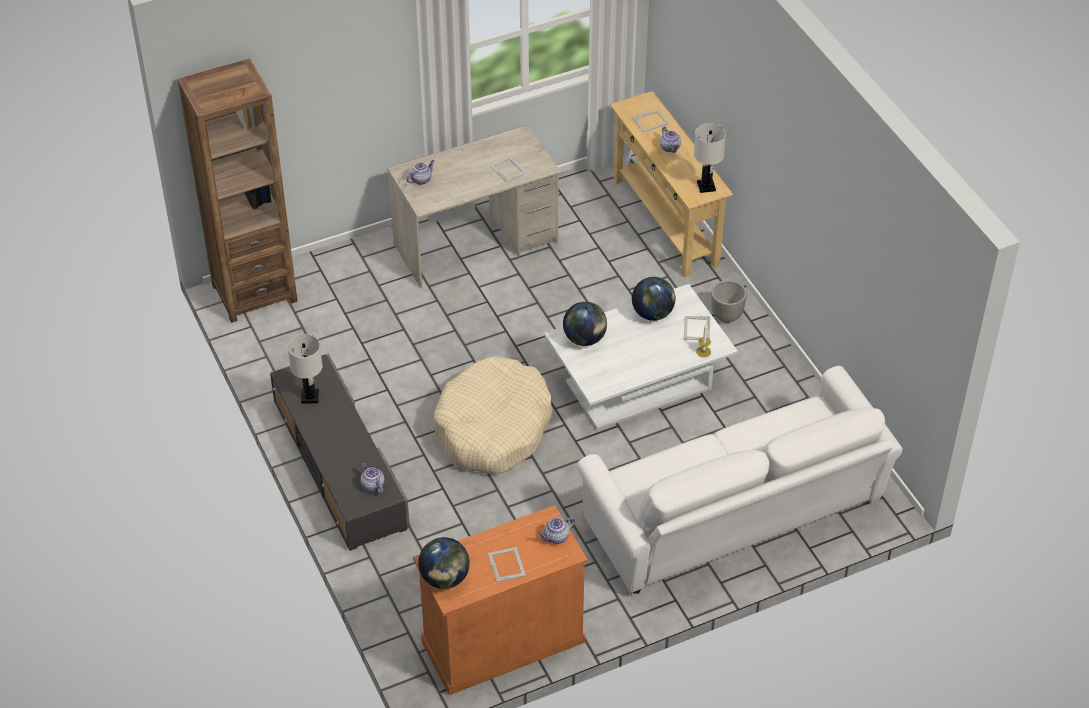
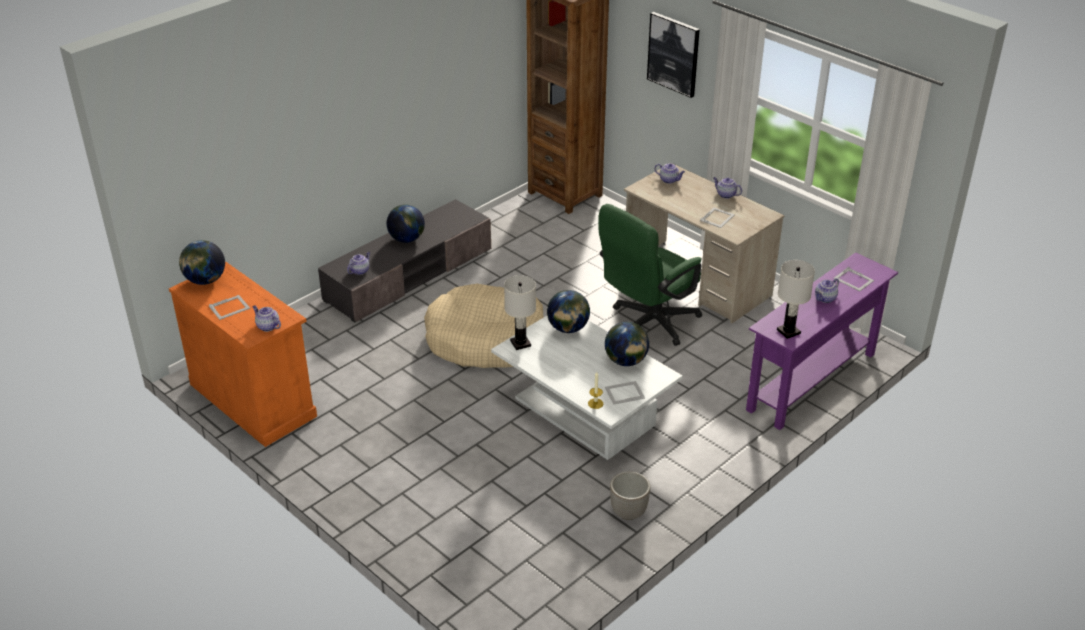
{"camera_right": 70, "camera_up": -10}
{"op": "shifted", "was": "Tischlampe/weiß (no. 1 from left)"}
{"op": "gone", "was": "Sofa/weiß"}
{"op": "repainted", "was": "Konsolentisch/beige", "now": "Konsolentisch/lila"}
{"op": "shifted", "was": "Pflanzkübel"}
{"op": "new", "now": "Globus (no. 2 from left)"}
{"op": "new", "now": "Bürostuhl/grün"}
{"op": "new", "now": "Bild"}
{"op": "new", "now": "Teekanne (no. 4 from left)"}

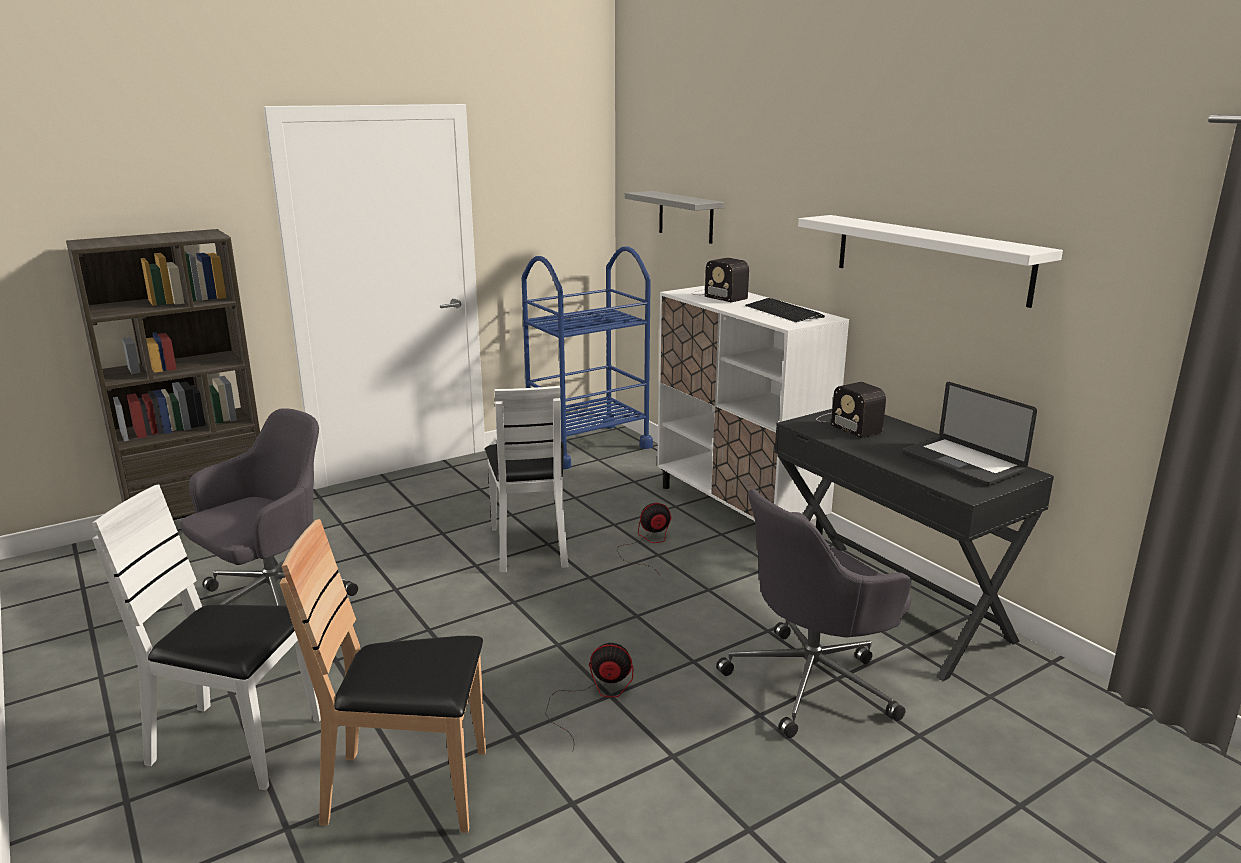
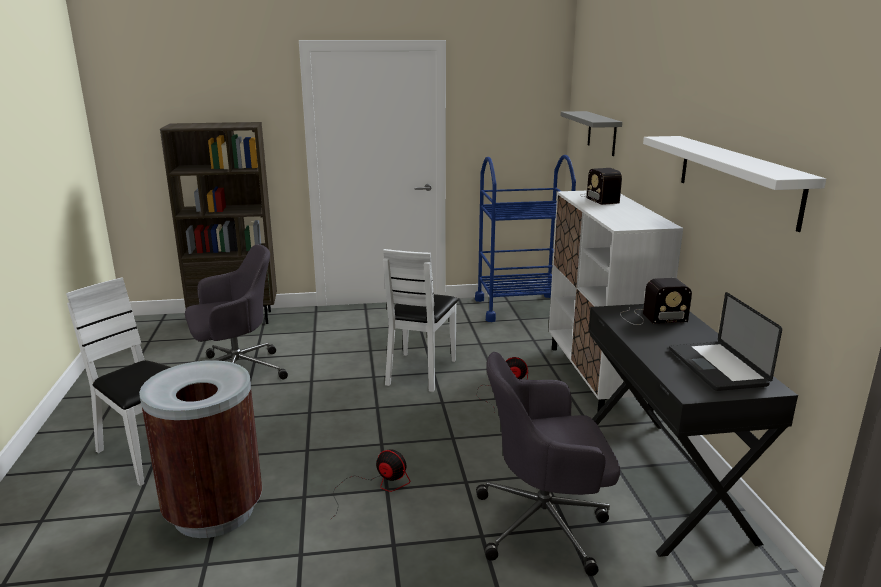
{"camera_right": 25, "camera_up": 0}
{"op": "swapped", "was": "Stuhl/braun", "now": "Mülleimer/braun"}
{"op": "gone", "was": "Tastatur"}
{"op": "rotated", "was": "Radio (no. 2 from left)", "clockwise": -90}

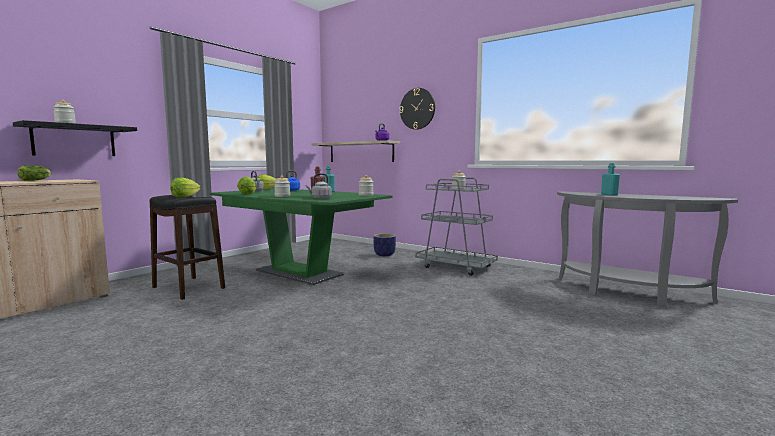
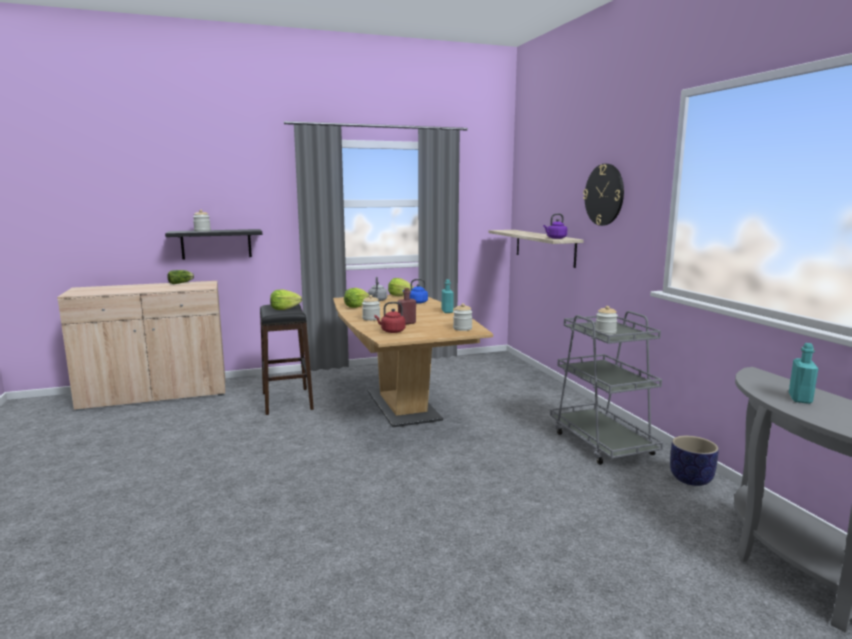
{"camera_right": 35, "camera_up": 5}
{"op": "repainted", "was": "Esstisch/grün", "now": "Esstisch/braun"}
{"op": "repainted", "was": "Wasserkessel/grau (no. 2 from left)", "now": "Wasserkessel/rot"}
{"op": "shifted", "was": "Pflanzkübel"}

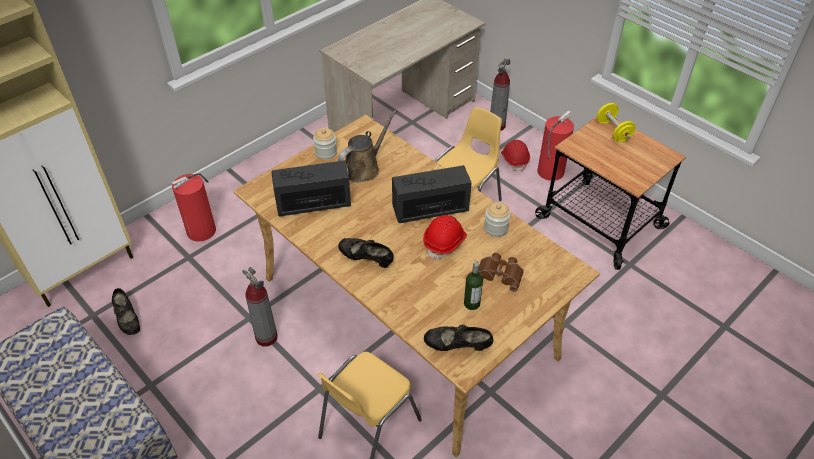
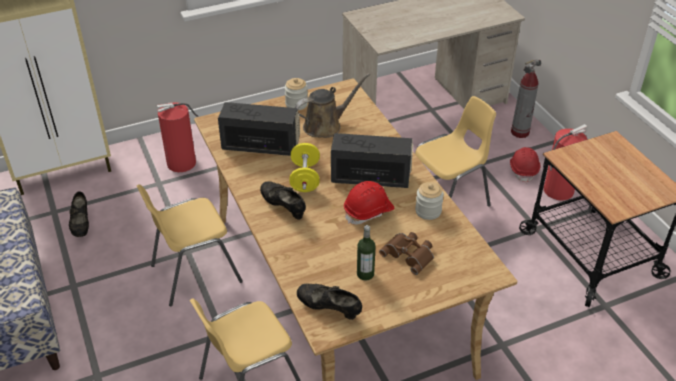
{"camera_right": 20, "camera_up": -5}
{"op": "swapped", "was": "Feuerlöscher (no. 2 from left)", "now": "Stuhl/gelb (no. 1 from left)"}
{"op": "shifted", "was": "Hantel/gelb"}

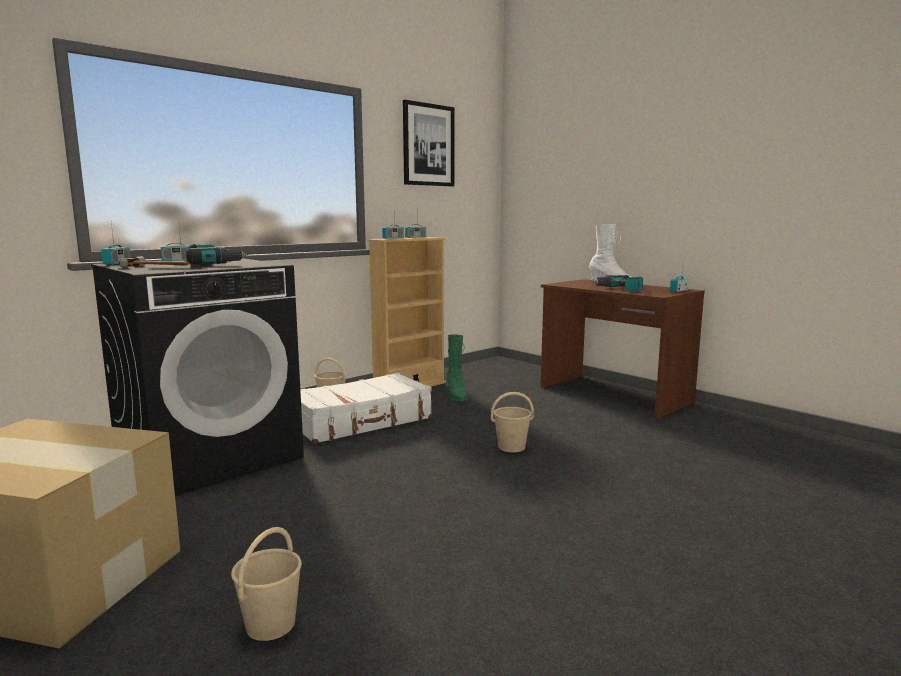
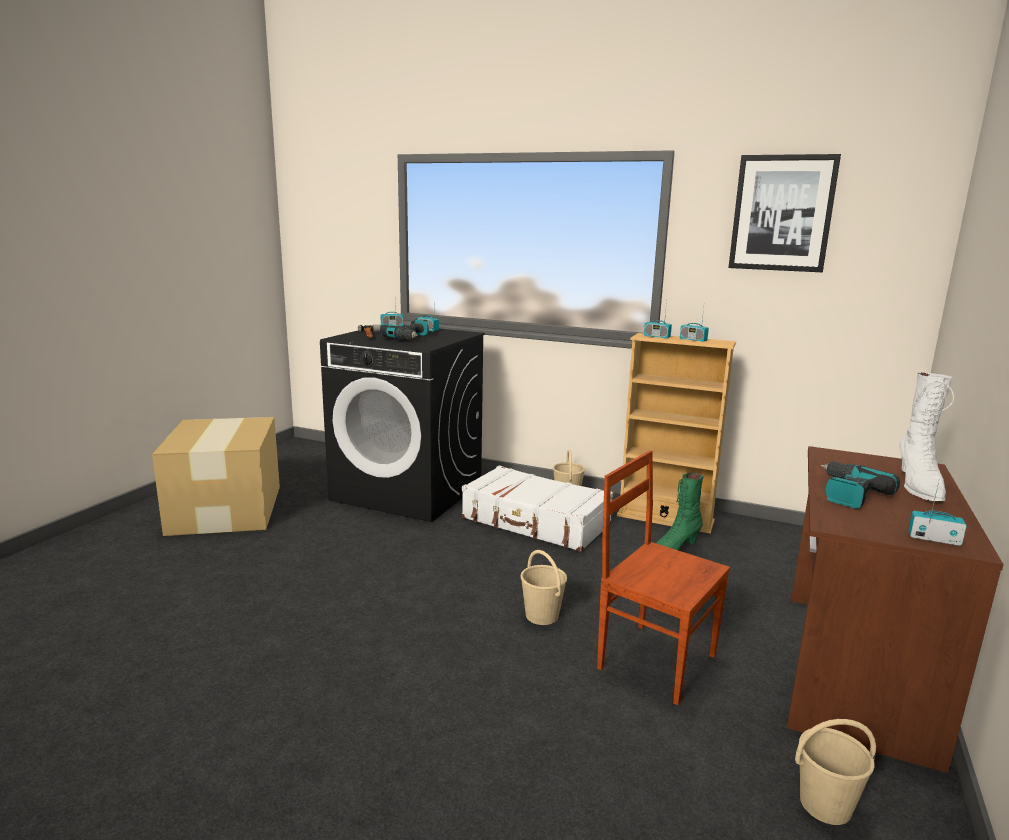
{"camera_right": 65, "camera_up": 5}
{"op": "shifted", "was": "Eimer/beige (no. 1 from left in the first image)", "now": "Eimer/beige (no. 3 from left)"}
{"op": "new", "now": "Stuhl/braun"}

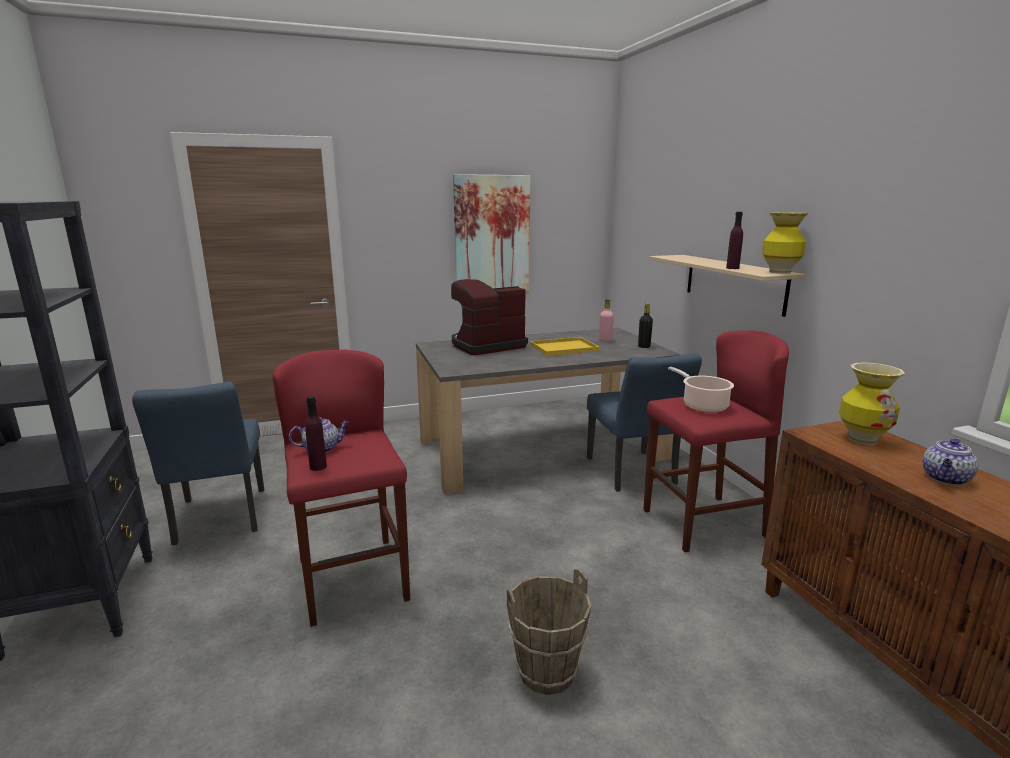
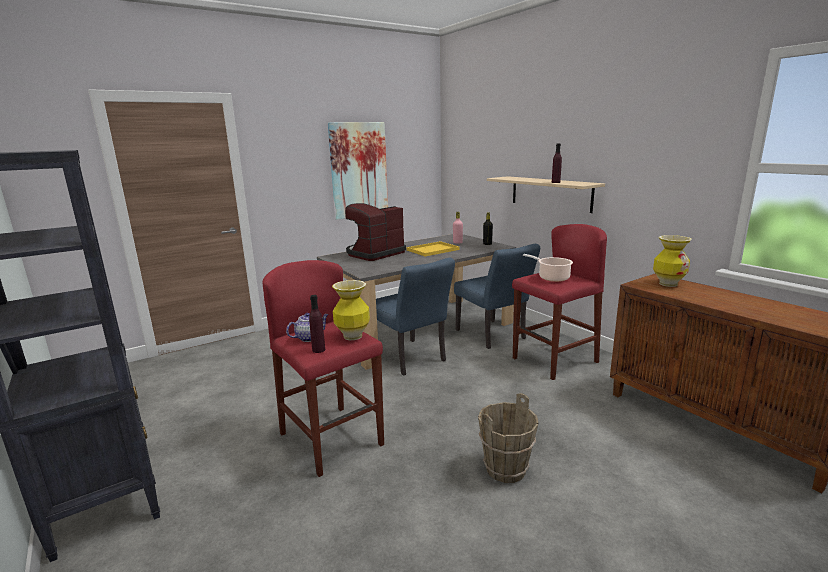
{"camera_right": -15, "camera_up": 0}
{"op": "shifted", "was": "Stuhl/blau (no. 1 from left)"}
{"op": "shifted", "was": "Vase (no. 1 from left)"}
{"op": "gone", "was": "Teekanne (no. 2 from left)"}

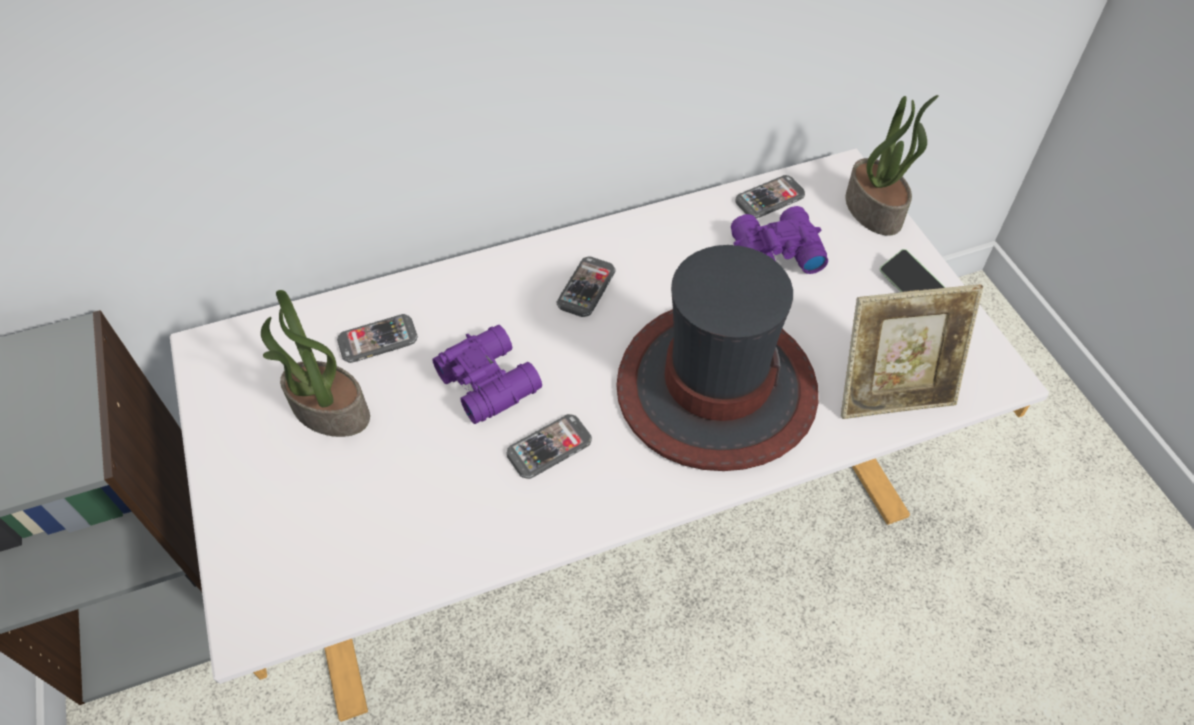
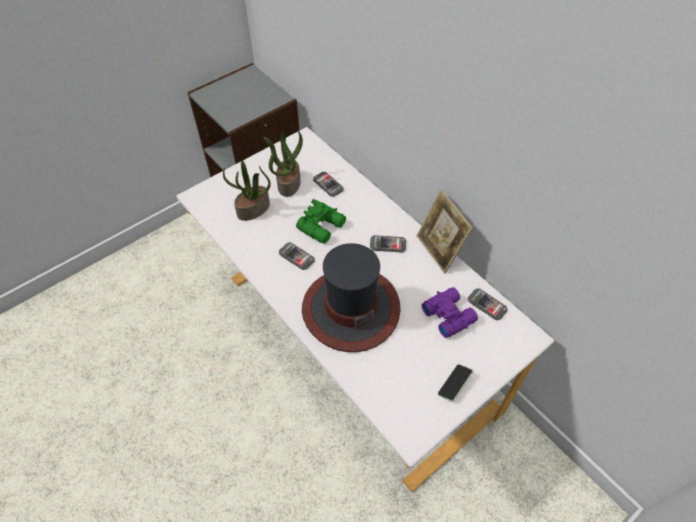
{"camera_right": 70, "camera_up": 0}
{"op": "repainted", "was": "Fernglas/lila (no. 1 from left)", "now": "Fernglas/grün"}
{"op": "shifted", "was": "Bilderrahmen"}
{"op": "shifted", "was": "Topfpflanze (no. 2 from left in the first image)", "now": "Topfpflanze (no. 1 from left)"}

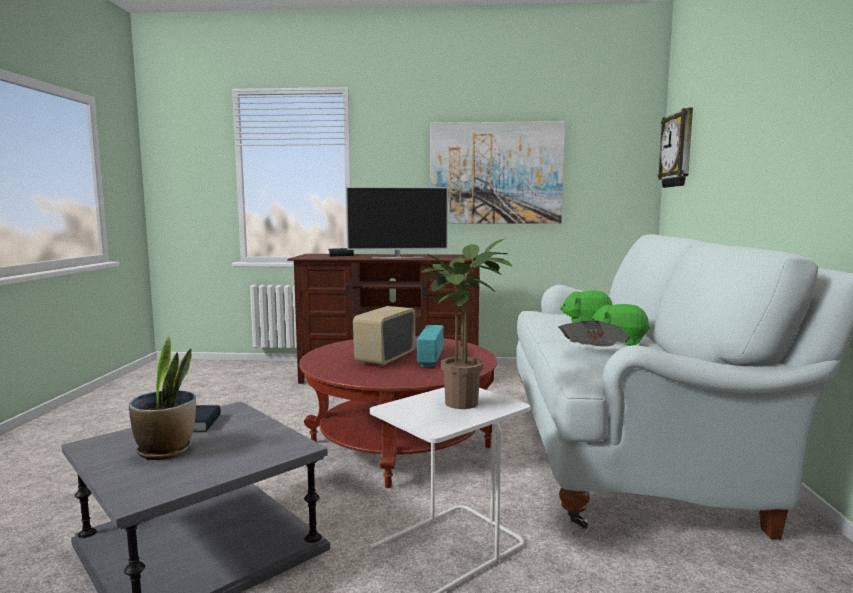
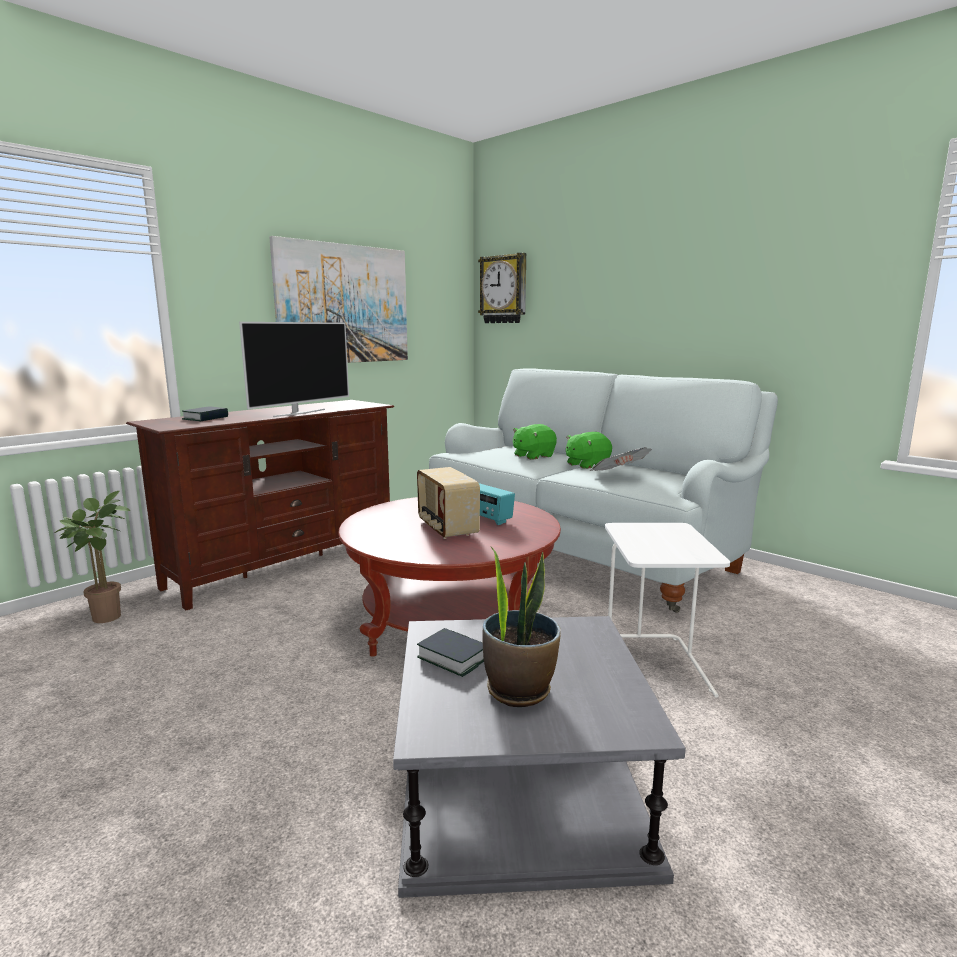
{"camera_right": -50, "camera_up": 5}
{"op": "shifted", "was": "Topfpflanze (no. 2 from left in the first image)", "now": "Topfpflanze (no. 1 from left)"}

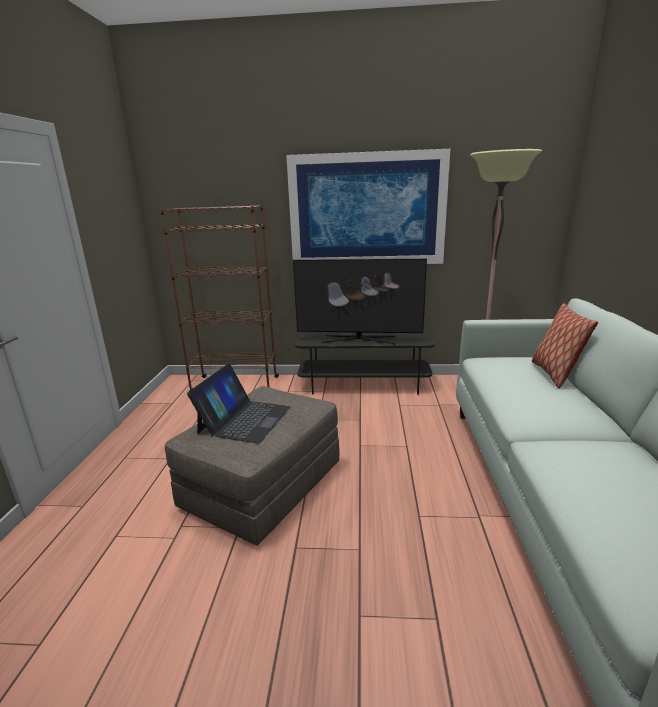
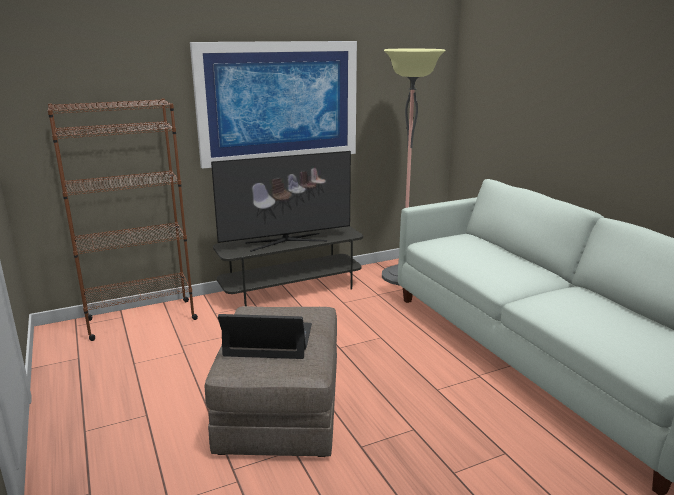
{"camera_right": -30, "camera_up": 0}
{"op": "rotated", "was": "Laptop", "clockwise": -75}
{"op": "gone", "was": "Kissen"}

